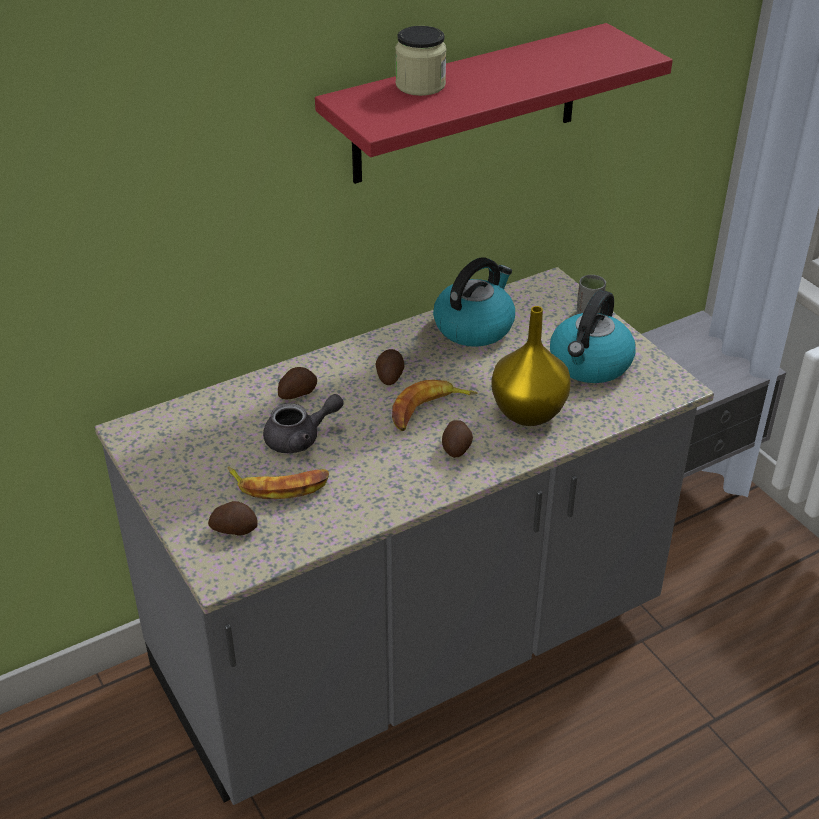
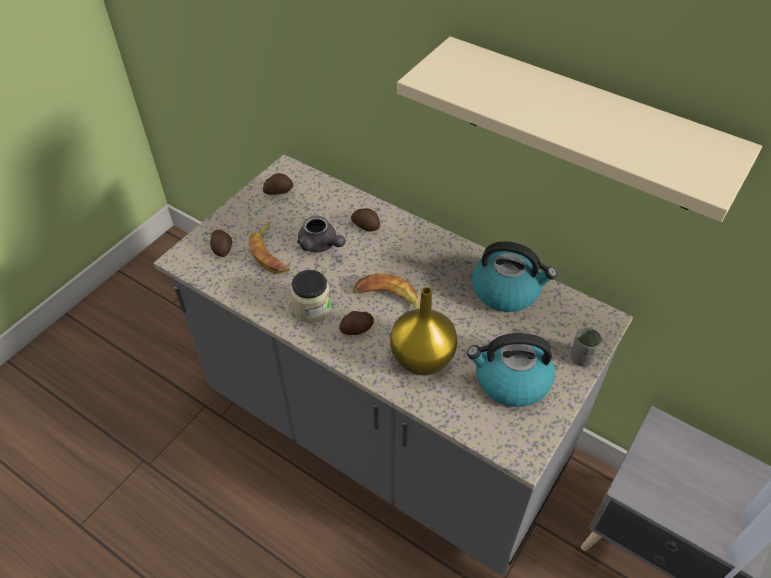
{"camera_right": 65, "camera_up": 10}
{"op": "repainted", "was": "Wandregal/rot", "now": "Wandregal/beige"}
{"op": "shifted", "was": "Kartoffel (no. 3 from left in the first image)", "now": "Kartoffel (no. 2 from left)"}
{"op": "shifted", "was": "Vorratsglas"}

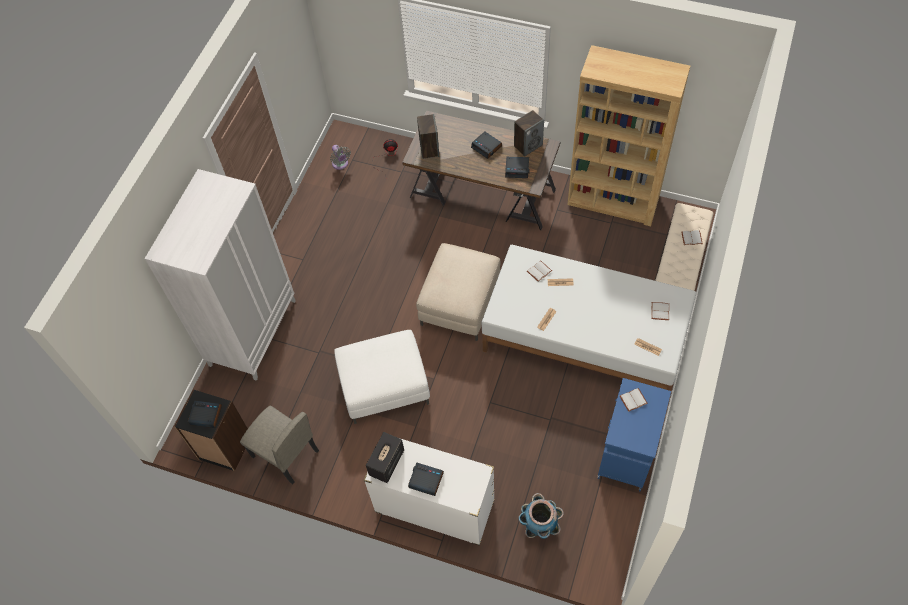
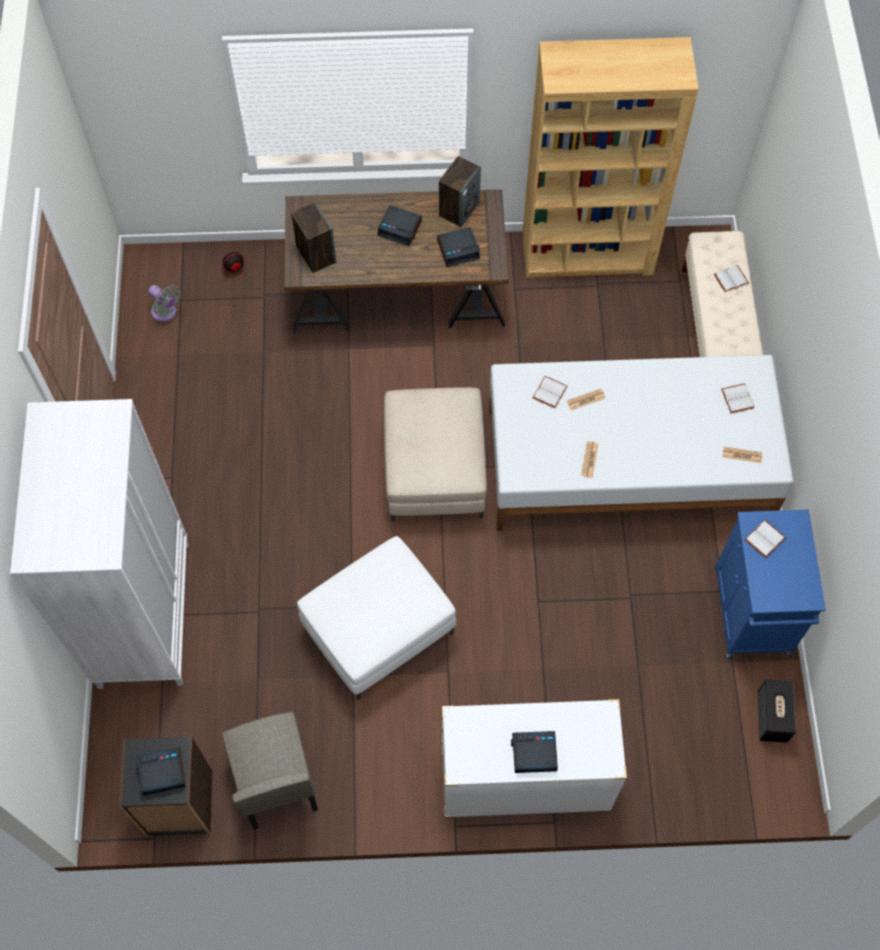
{"camera_right": -25, "camera_up": 5}
{"op": "rotated", "was": "Stuhl/beige", "clockwise": 60}
{"op": "shifted", "was": "Lautsprecher (no. 1 from left in the first image)", "now": "Lautsprecher (no. 3 from left)"}
{"op": "gone", "was": "Pflanzkübel"}

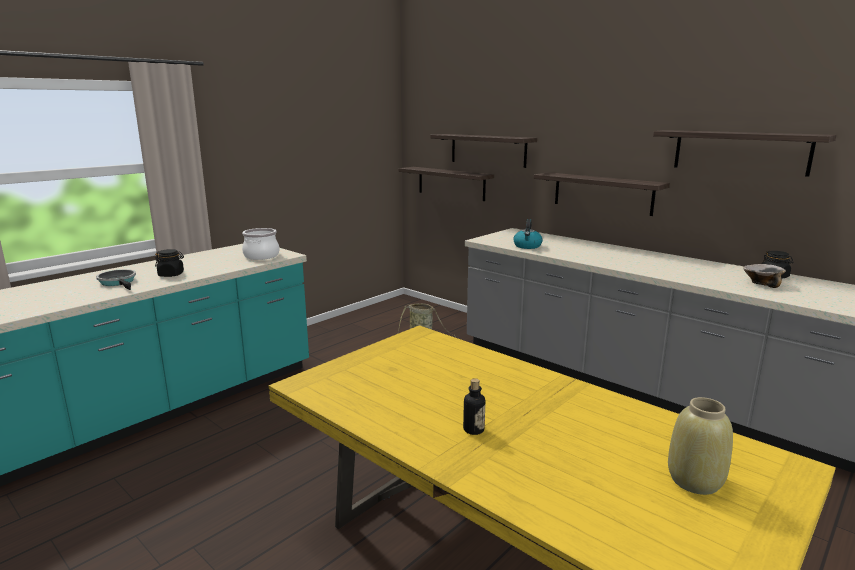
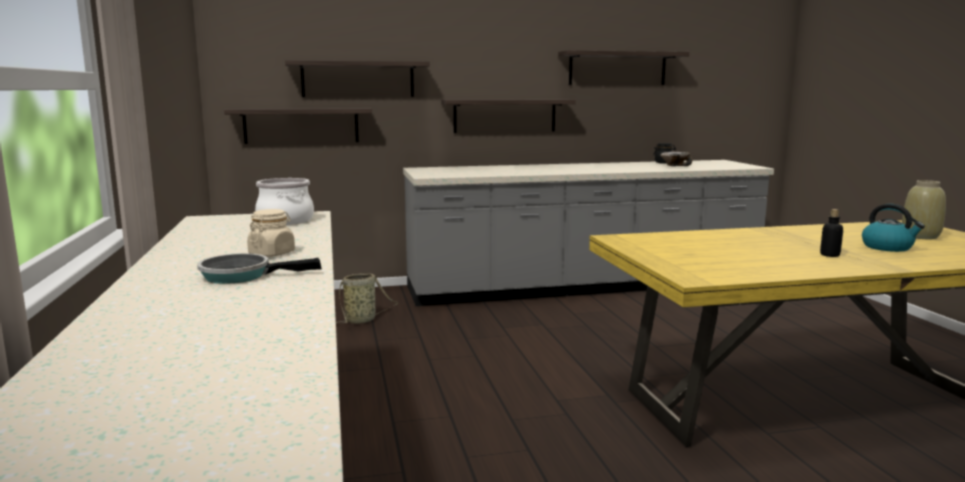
{"camera_right": -55, "camera_up": -5}
{"op": "repainted", "was": "Vorratsglas/schwarz (no. 1 from left)", "now": "Vorratsglas/beige"}
{"op": "shifted", "was": "Wasserkessel"}

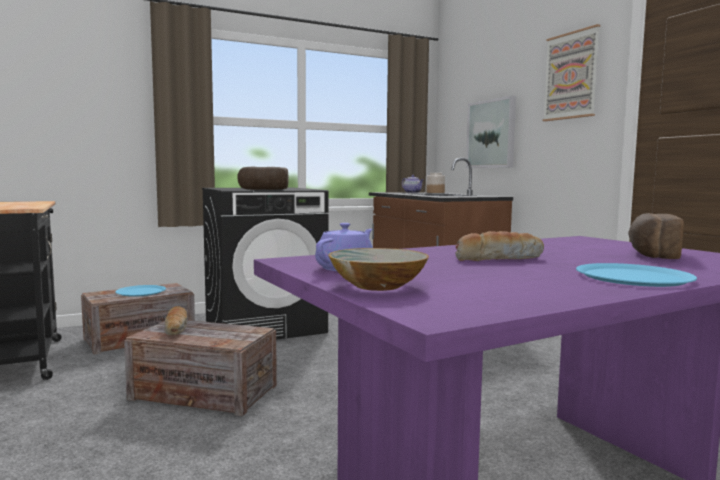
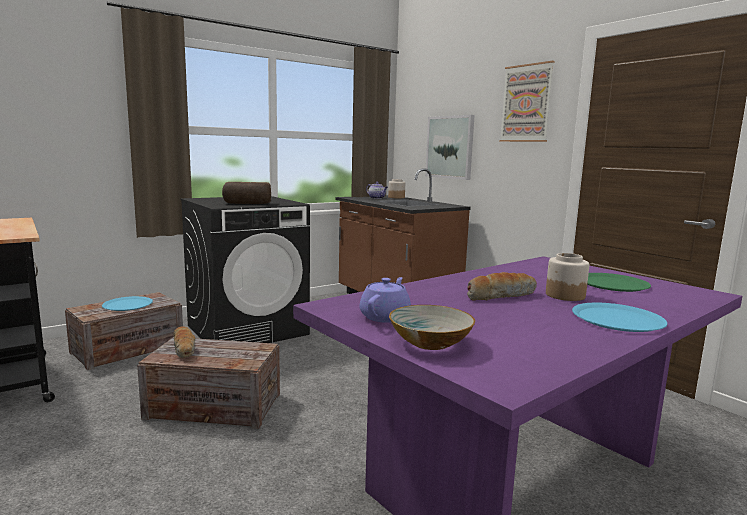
{"camera_right": -10, "camera_up": 5}
{"op": "swapped", "was": "Brot (no. 4 from left)", "now": "Teller/grün"}
{"op": "new", "now": "Vorratsglas (no. 2 from left)"}

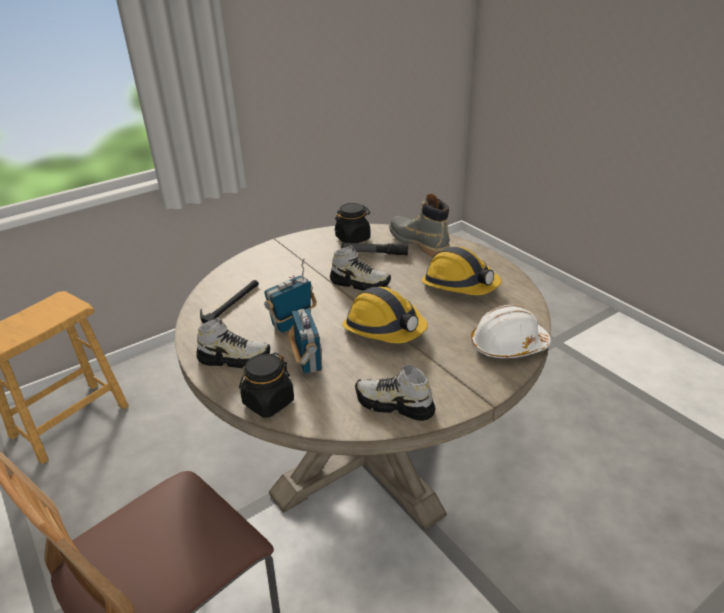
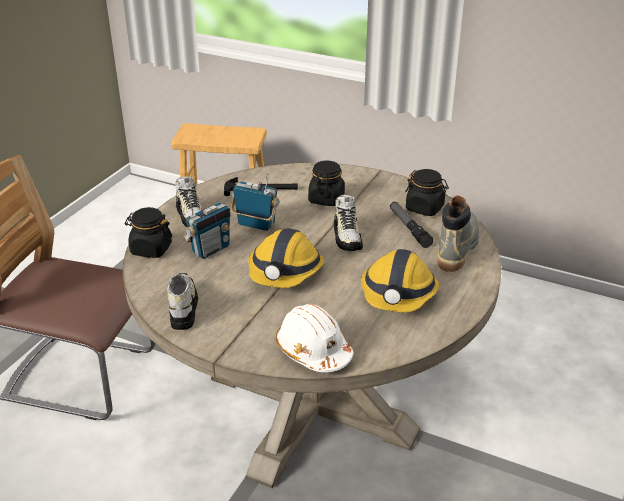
{"camera_right": 60, "camera_up": 0}
{"op": "new", "now": "Vorratsglas/schwarz (no. 2 from left)"}

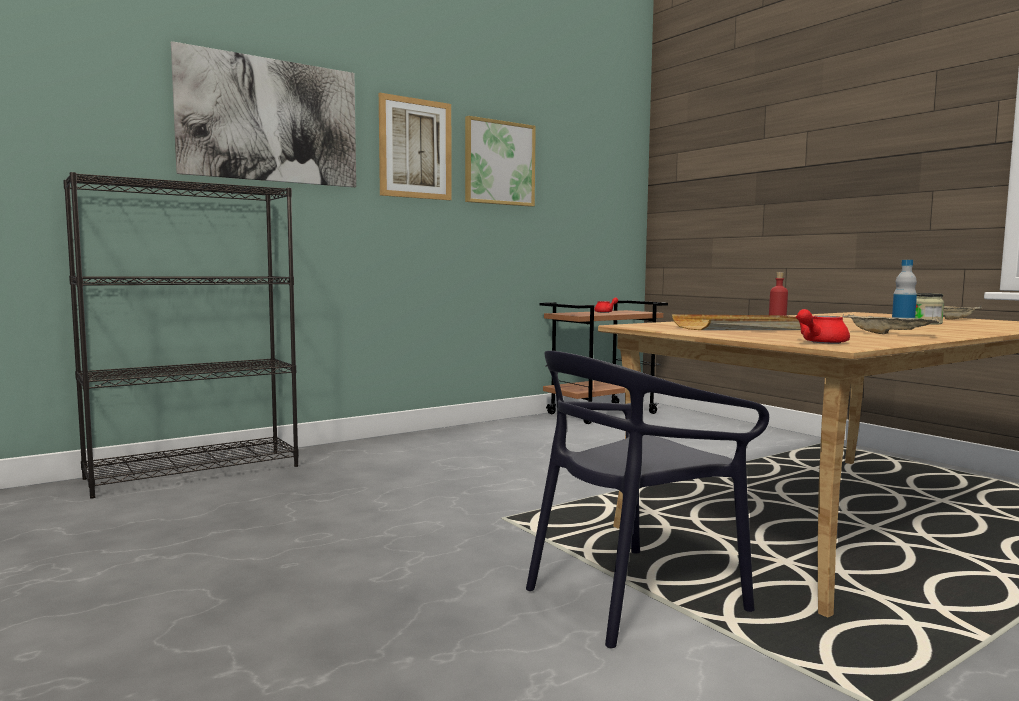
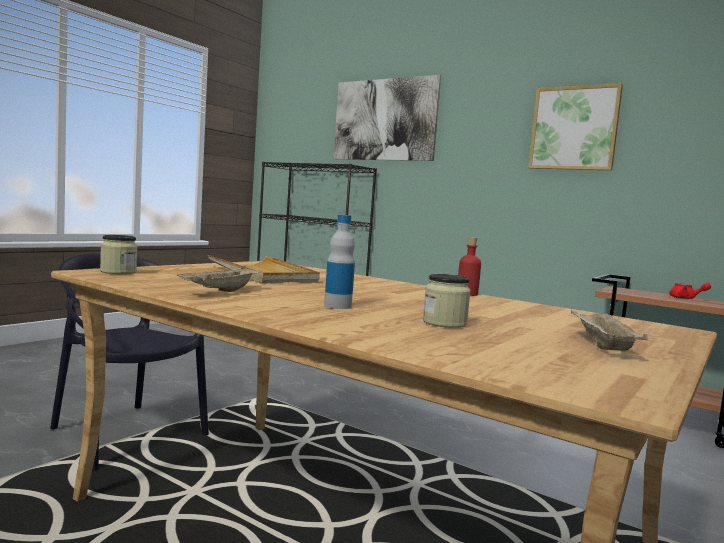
{"camera_right": 70, "camera_up": 0}
{"op": "gone", "was": "Bild (no. 2 from left)"}
{"op": "swapped", "was": "Teekanne/rot (no. 2 from left)", "now": "Vorratsglas (no. 1 from left)"}

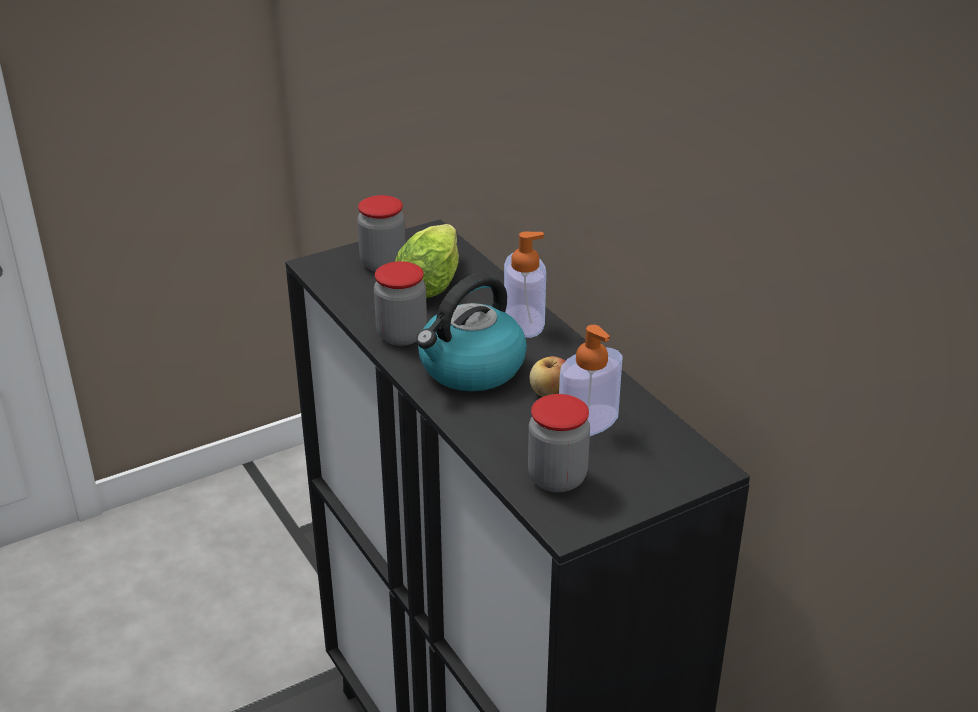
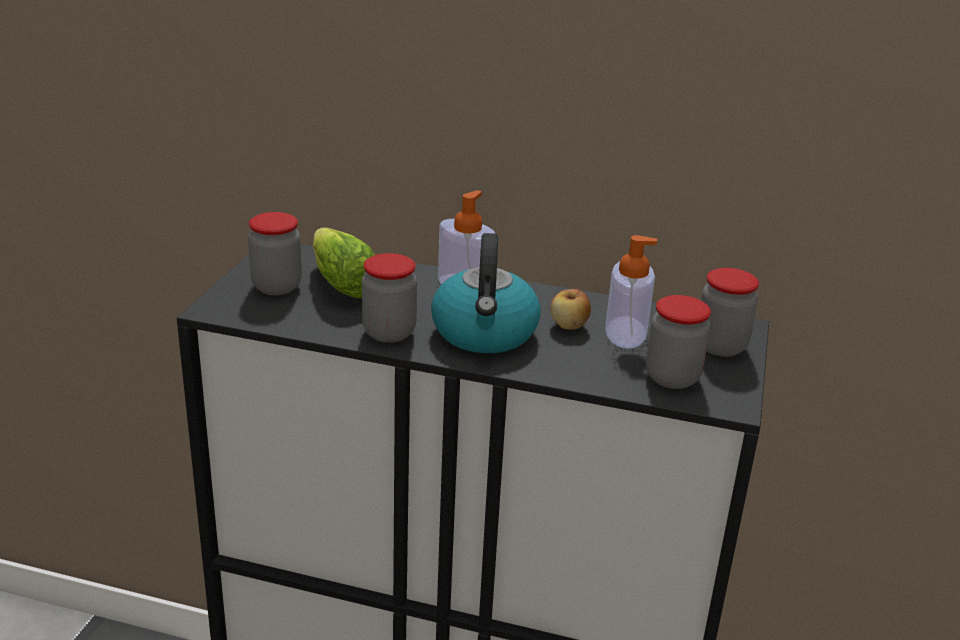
{"camera_right": -45, "camera_up": -5}
{"op": "new", "now": "Vorratsglas (no. 4 from left)"}

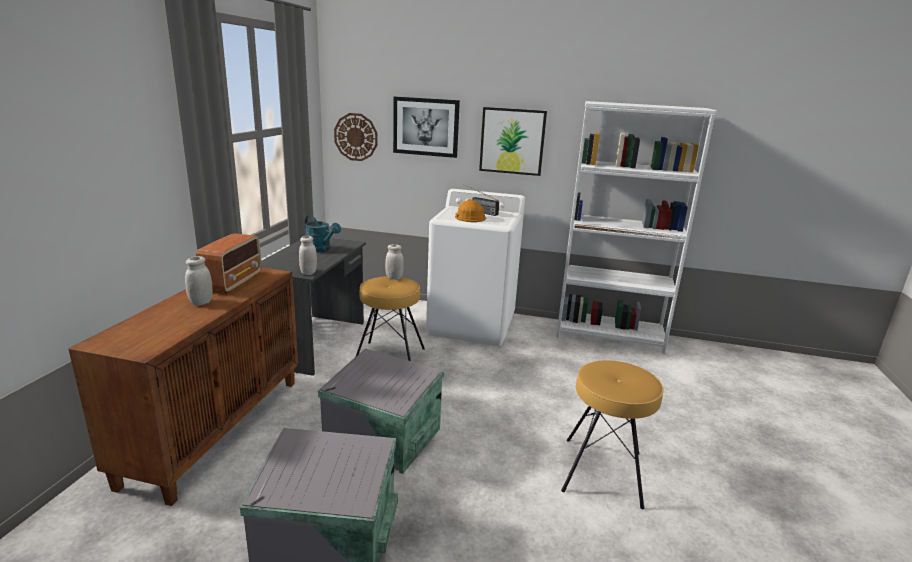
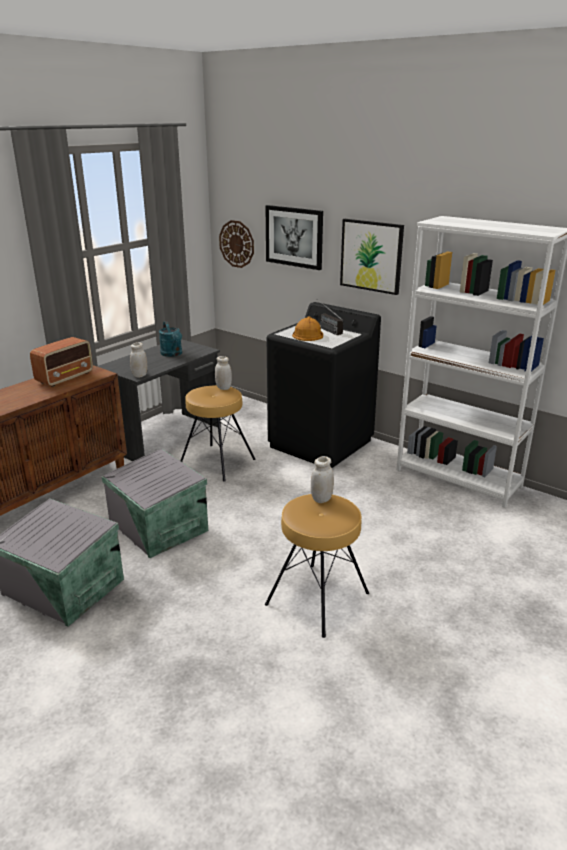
{"camera_right": 25, "camera_up": 5}
{"op": "shifted", "was": "Vorratsglas/weiß (no. 1 from left in the first image)", "now": "Vorratsglas/weiß (no. 3 from left)"}
{"op": "repainted", "was": "Waschmaschine/weiß", "now": "Waschmaschine/schwarz"}

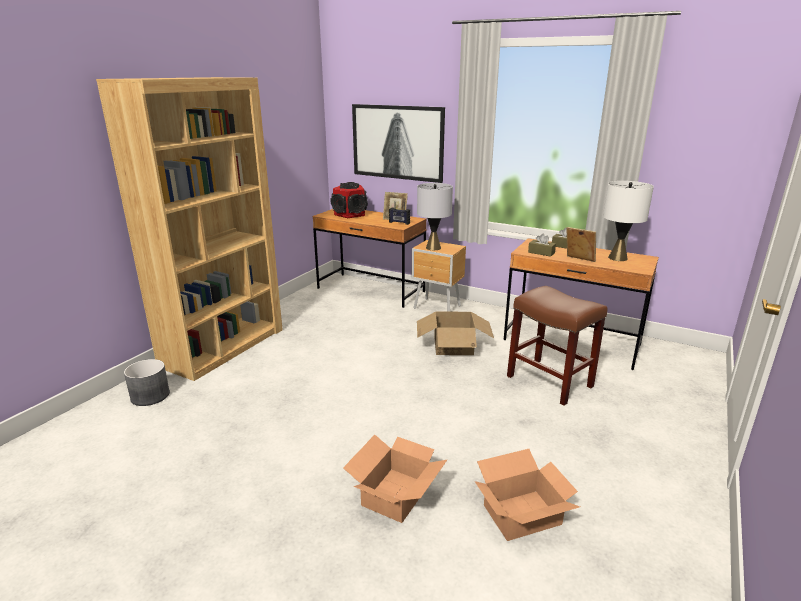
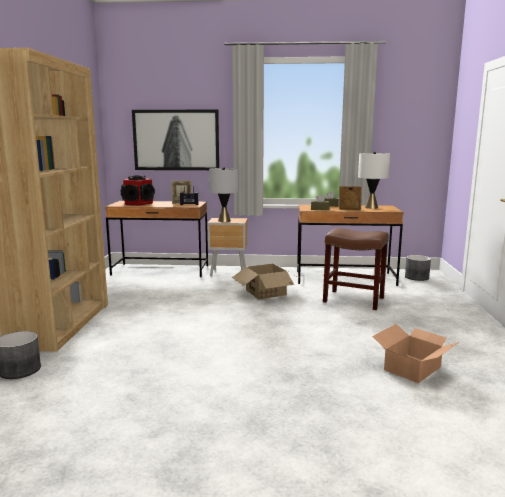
{"camera_right": -25, "camera_up": -10}
{"op": "gone", "was": "Karton (no. 1 from left)"}
{"op": "new", "now": "Pflanzkübel/grau (no. 2 from left)"}

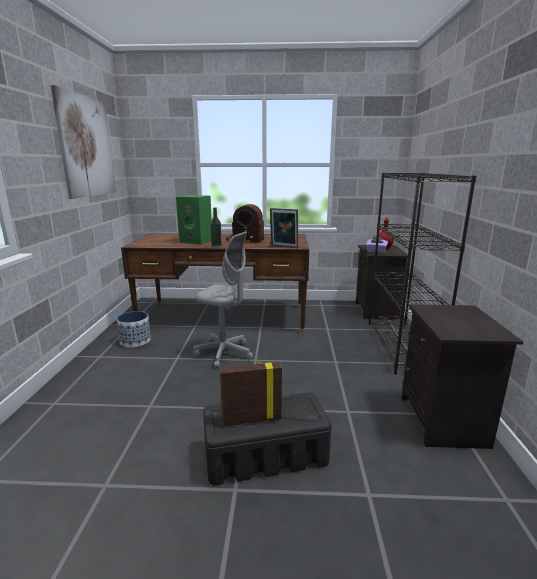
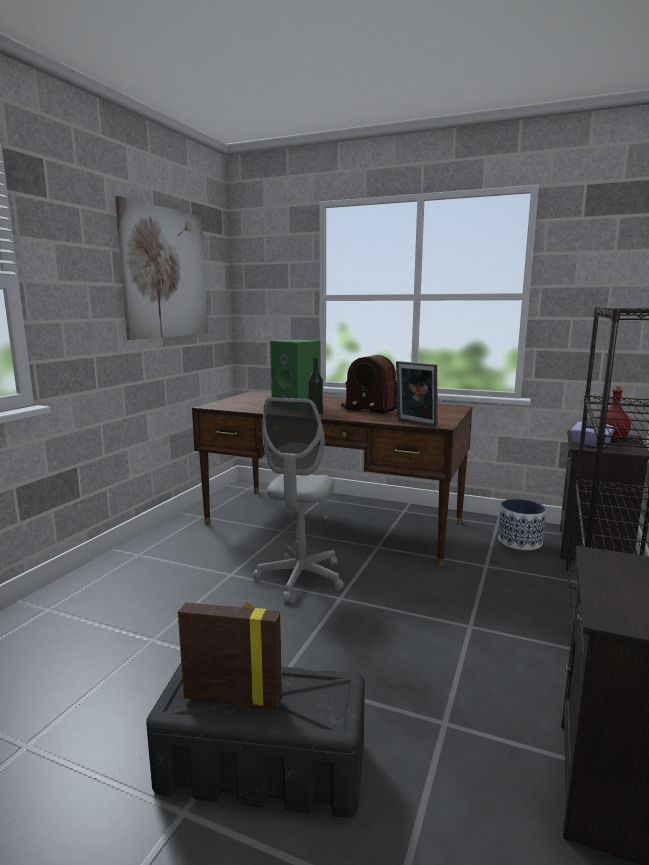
{"camera_right": 20, "camera_up": -5}
{"op": "shifted", "was": "Pflanzkübel"}
{"op": "rotated", "was": "Bürostuhl/grau", "clockwise": 60}

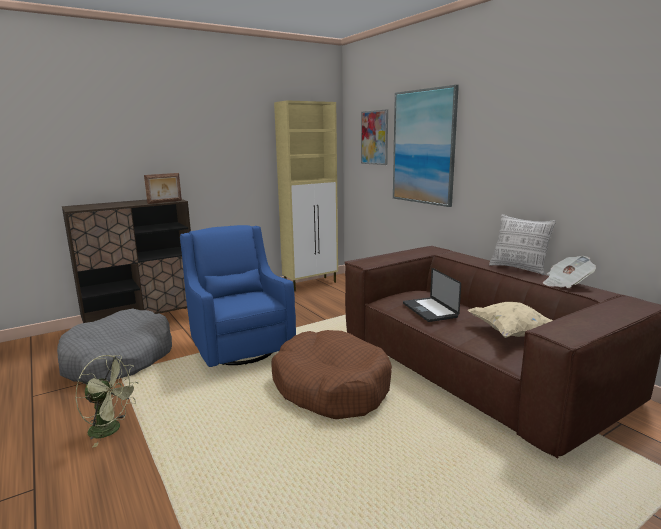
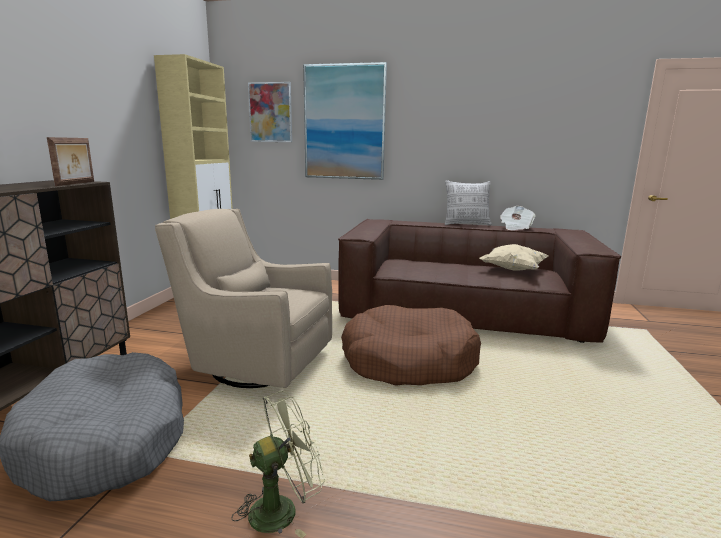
{"camera_right": -45, "camera_up": 0}
{"op": "repainted", "was": "Sessel/blau", "now": "Sessel/beige"}
{"op": "gone", "was": "Laptop"}

